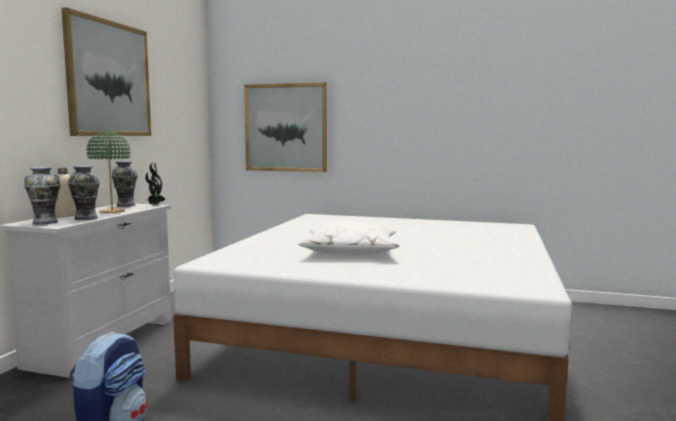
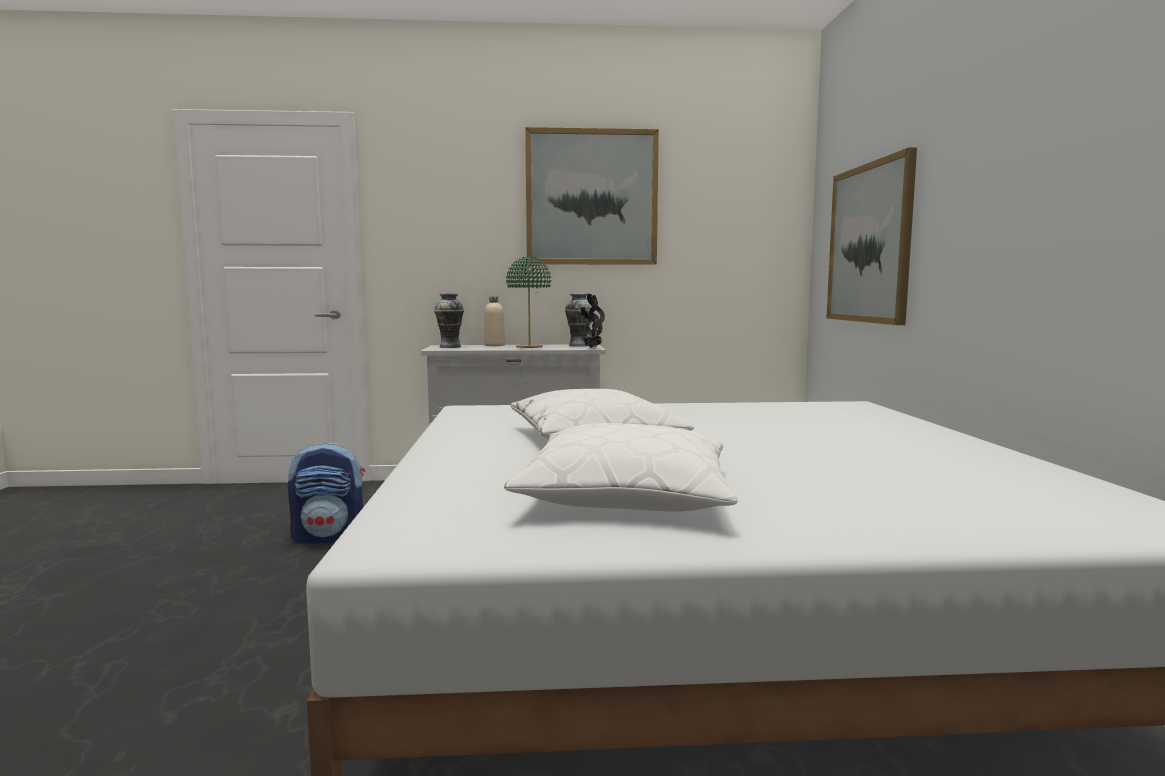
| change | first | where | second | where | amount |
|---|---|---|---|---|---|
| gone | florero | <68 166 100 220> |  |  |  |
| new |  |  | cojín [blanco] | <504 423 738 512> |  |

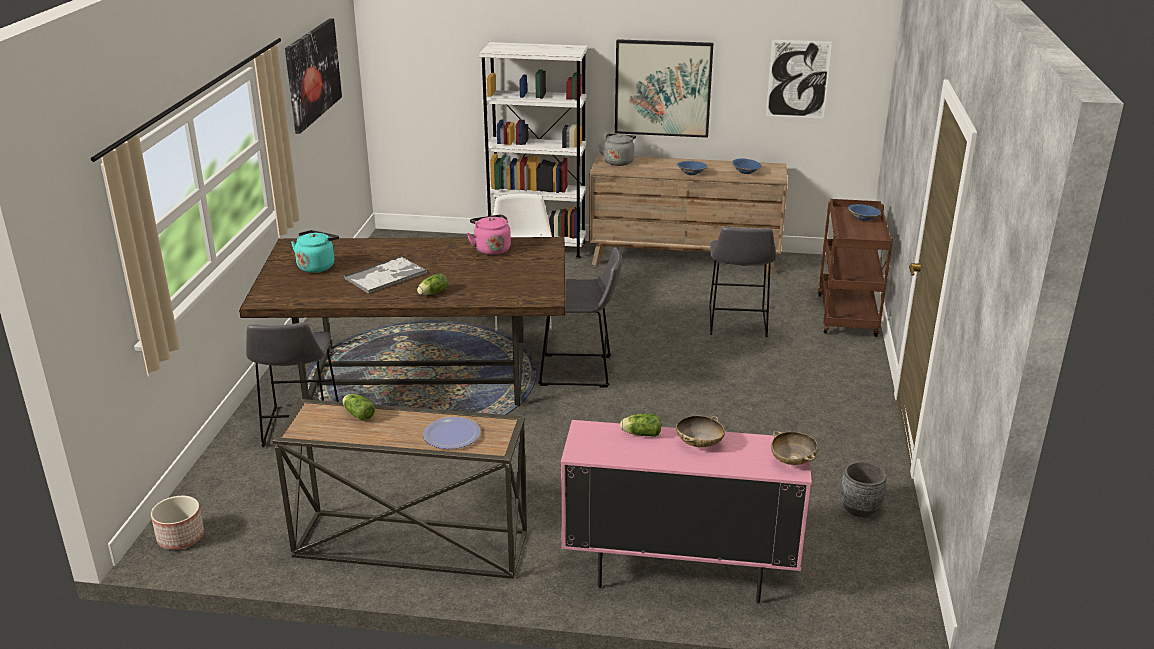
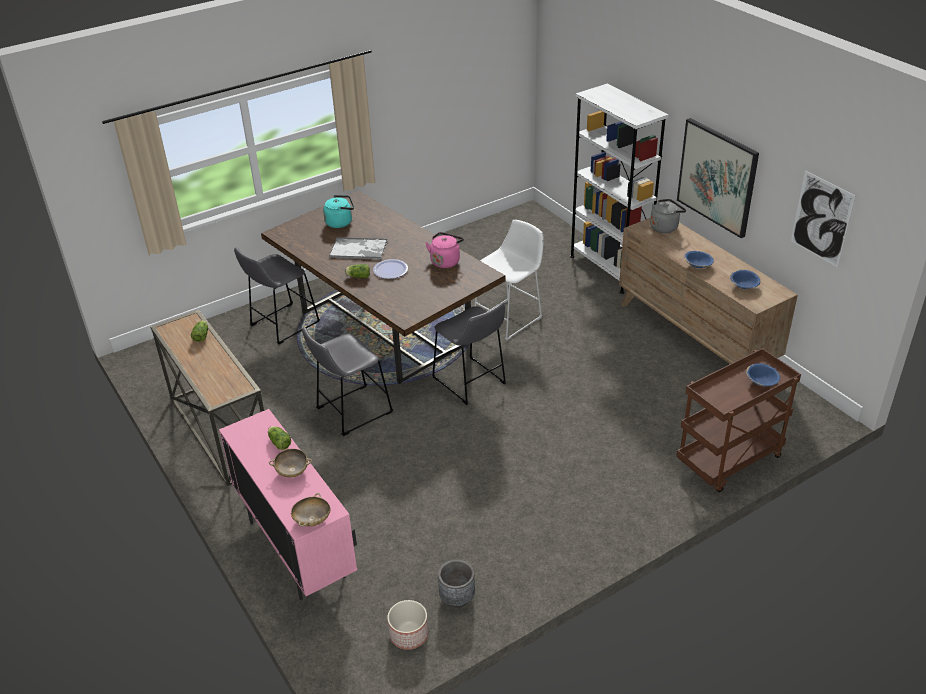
| change | first | where | second | where | amount |
|---|---|---|---|---|---|
| gone | cuadro | <285 18 342 134> |  |  |  |
| shifted | maceta | <151 496 204 550> |  | <387 600 428 650> |  |
| shifted | plato | <423 417 480 449> |  | <373 259 408 279> |  |
| shifted | taburete [gris] | <709 227 777 337> |  | <302 327 393 436> |  |

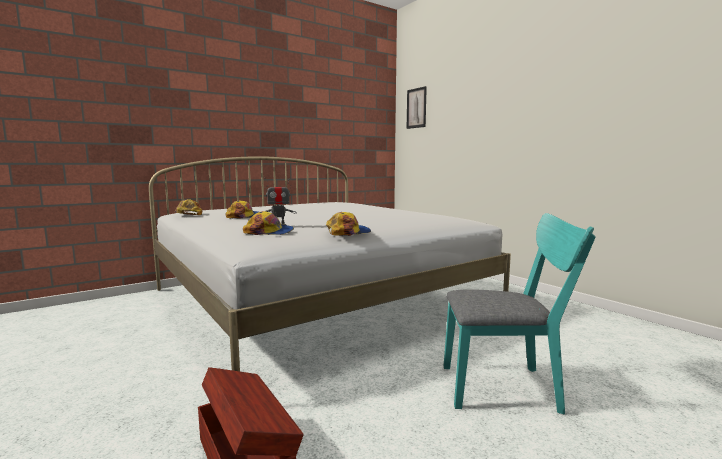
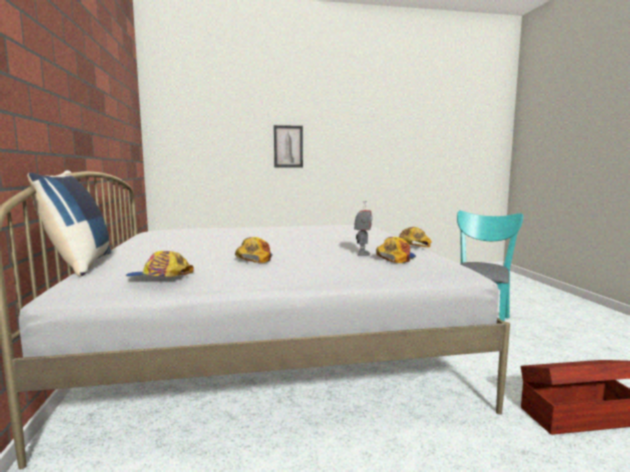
| change | first | where | second | where | amount |
|---|---|---|---|---|---|
| new |  |  | cojín [azul] | <27 170 111 277> |  |
| shifted | cuadro | <407 86 427 129> |  | <274 125 303 168> |  |

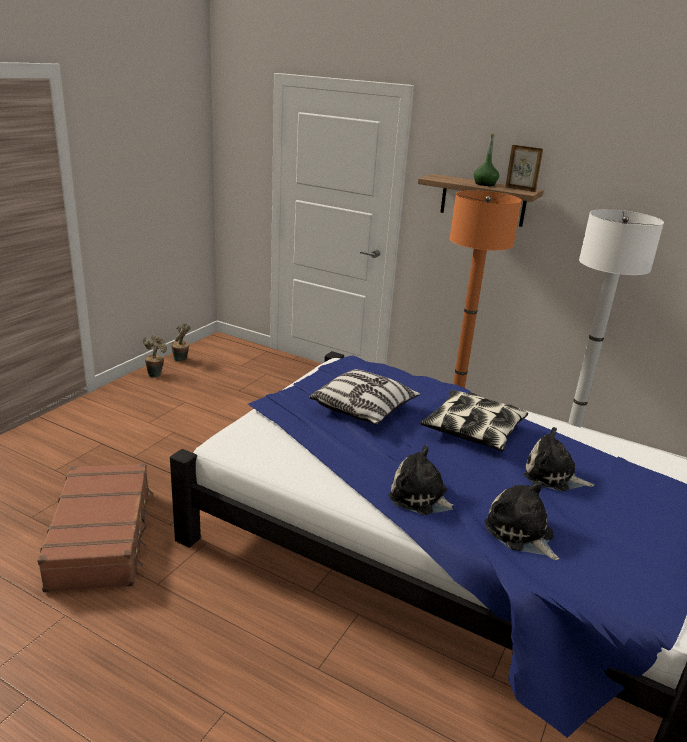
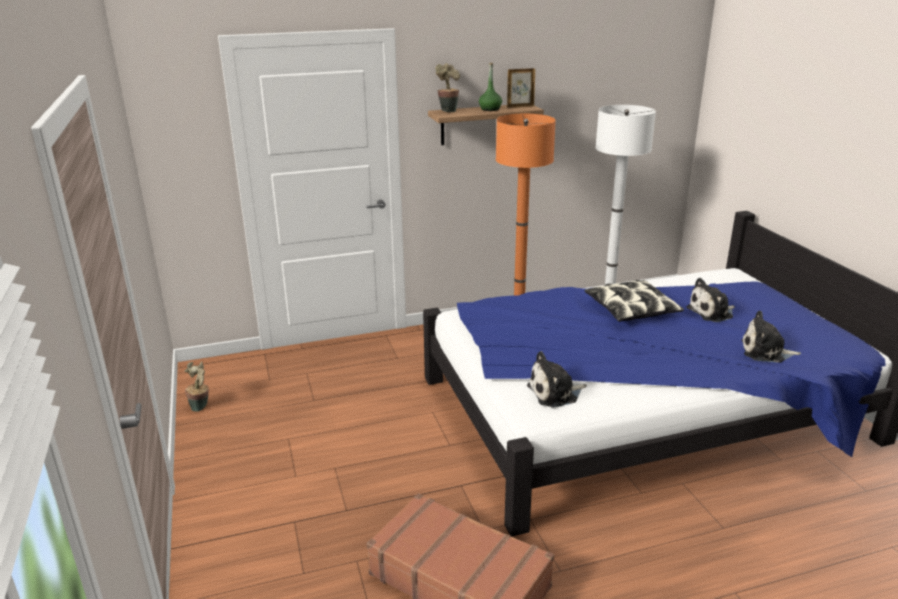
| change | first | where | second | where | amount |
|---|---|---|---|---|---|
| gone | cojín | <309 369 421 424> |  |  |  |
| shifted | planta en maceta | <143 335 167 378> |  | <435 63 460 112> |  |
| shifted | peluche | <388 445 453 515> |  | <527 351 587 407> |  |

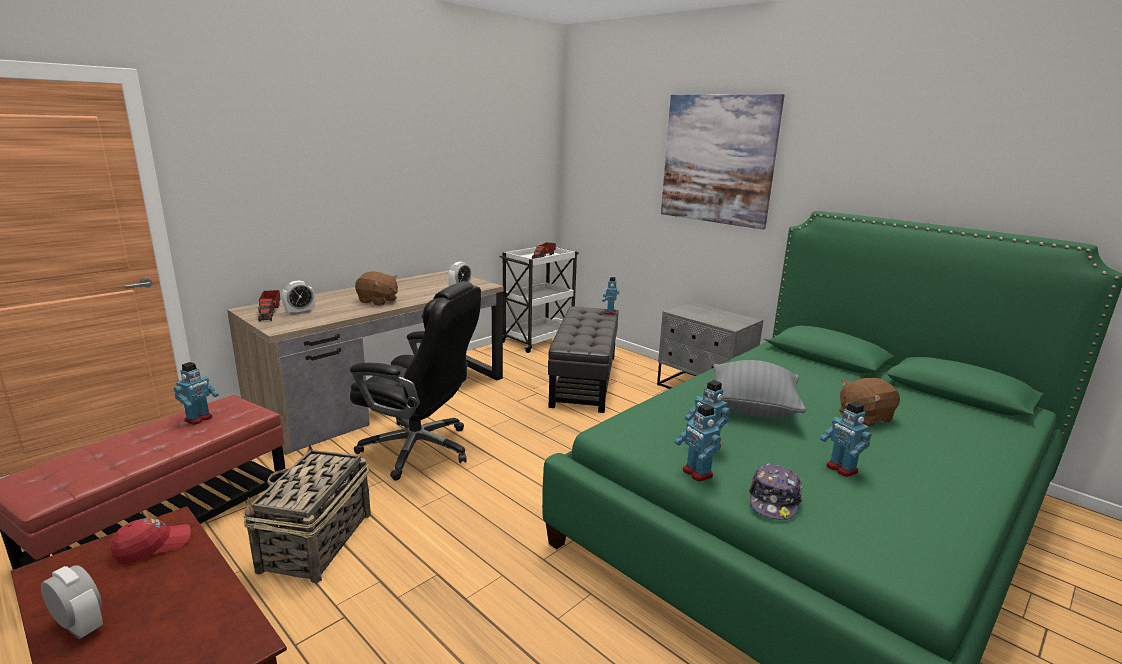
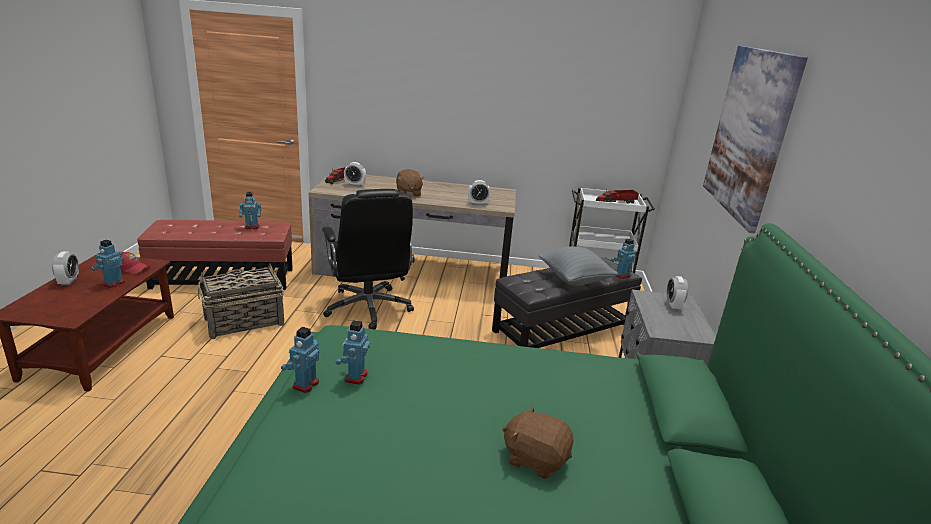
| change | first | where | second | where | amount |
|---|---|---|---|---|---|
| gone | gorra | <749 463 802 520> |  |  |  |
| new |  |  | despertador | <666 276 688 311> |  |
| shifted | cojín [gris] | <713 360 806 418> |  | <539 246 618 286> |  |
| shifted | robot de juguete | <820 401 872 477> |  | <91 239 125 288> |  |

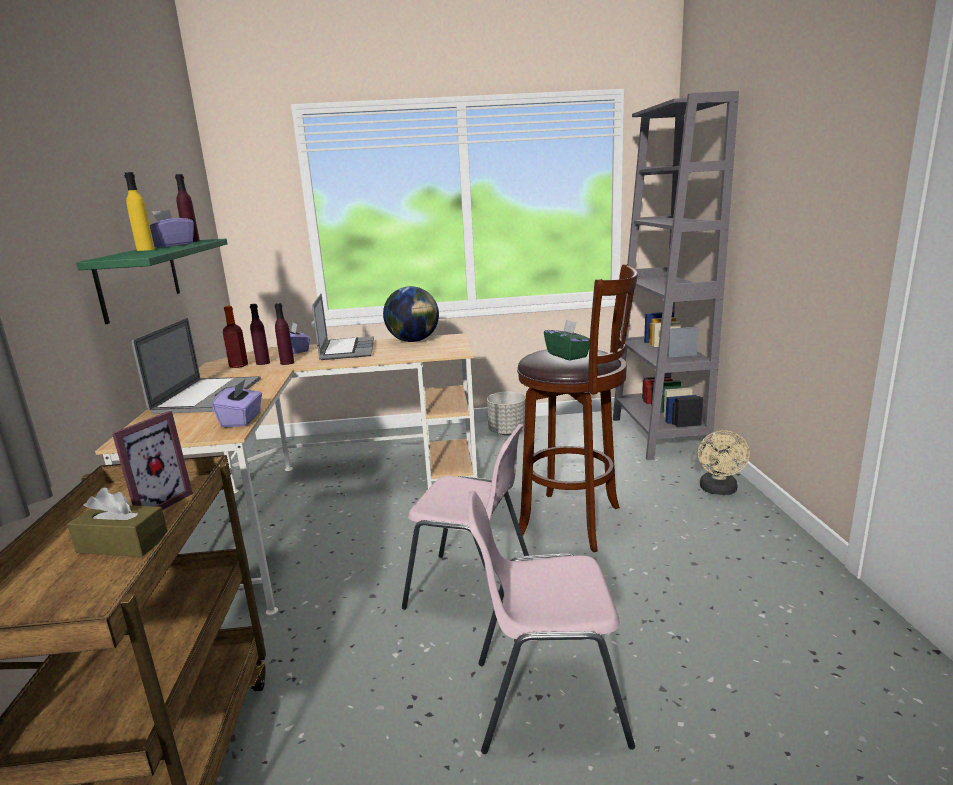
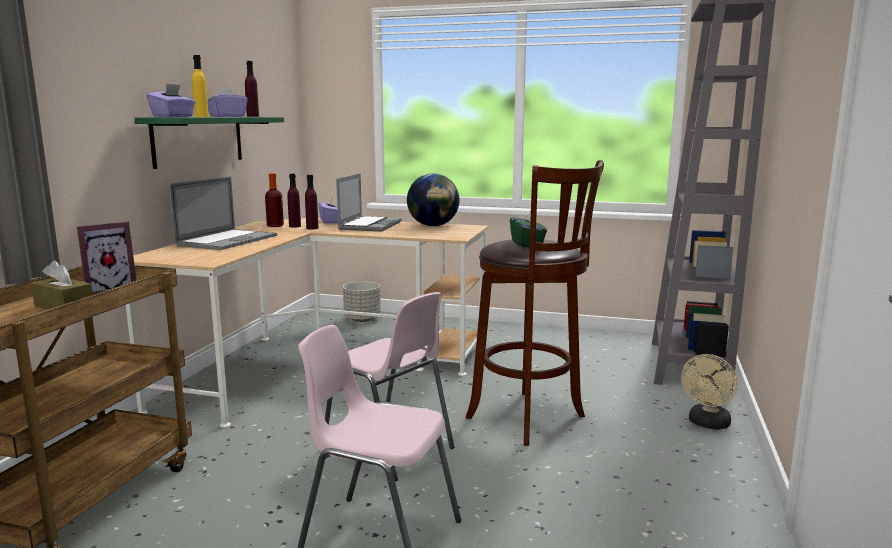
| change | first | where | second | where | amount |
|---|---|---|---|---|---|
| shifted | caja de pañuelos [morado] | <212 380 262 427> |  | <147 84 195 117> |  |
| shifted | maceta [gris] | <487 392 526 435> |  | <343 281 381 322> |  |

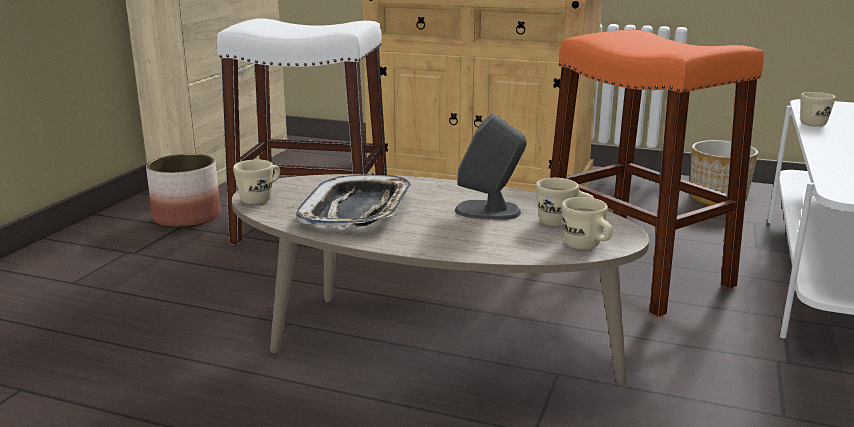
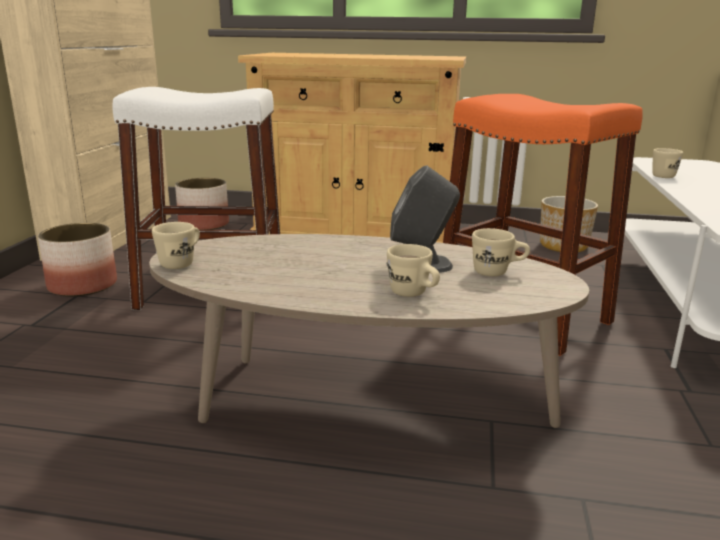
| change | first | where | second | where | amount |
|---|---|---|---|---|---|
| gone | bandeja | <296 174 411 226> |  |  |  |
| new |  |  | maceta | <175 178 229 230> |  |
| shifted | taza grande [beis] | <562 197 613 250> |  | <387 244 440 297> |  |

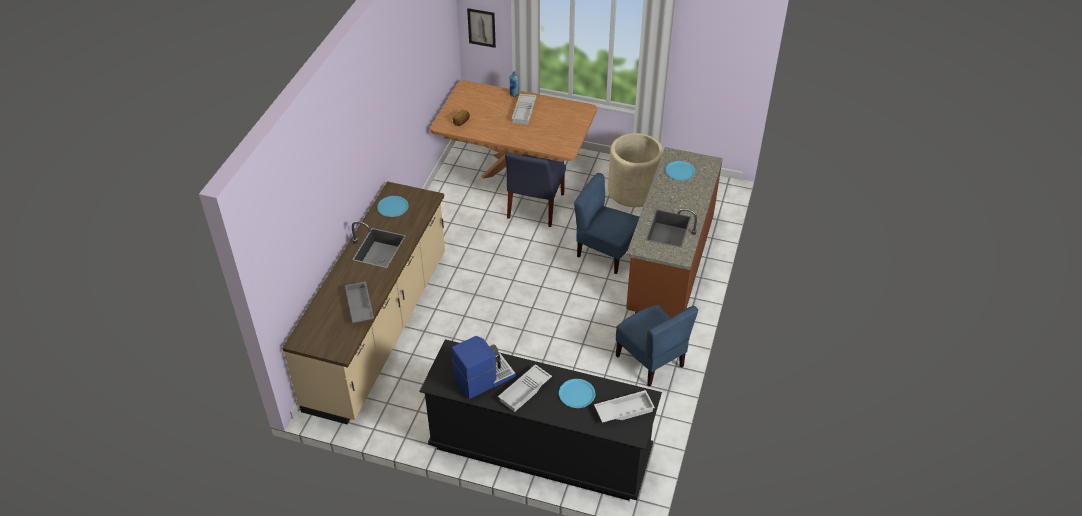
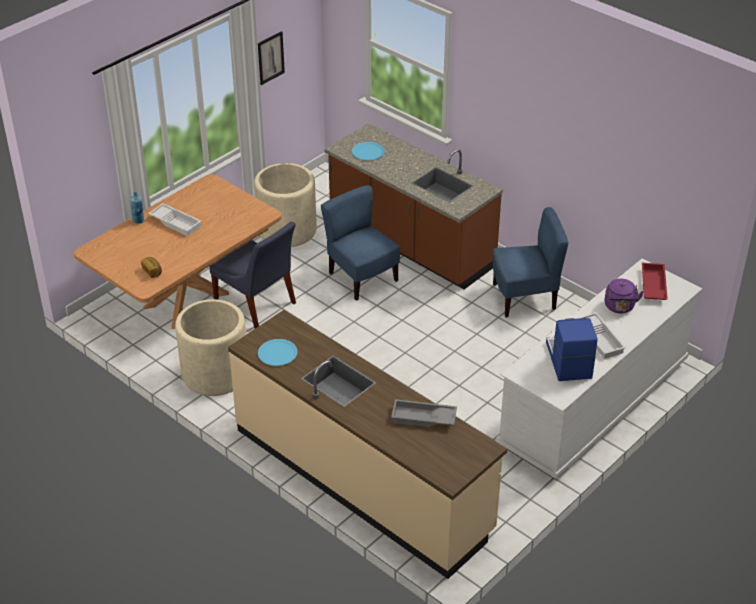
| change | first | where | second | where | amount |
|---|---|---|---|---|---|
| new |  |  | maceta [beis] | <175 299 246 396> |  |
| shifted | cuadro | <467 8 496 48> |  | <258 31 285 85> |  |
| swapped | plato [azul] | <559 379 595 408> | hervidor [morado] | <605 279 644 314> |  |
| repainted | cómoda [negro] | <420 339 662 501> | cómoda [blanco] | <496 259 702 479> |  |
| repainted | bandeja [blanco] | <594 390 655 423> | bandeja [rojo] | <642 263 668 300> |  |
| rotated | silla [azul] | <574 173 639 274> |  | <321 185 400 300> | 90 degrees clockwise |

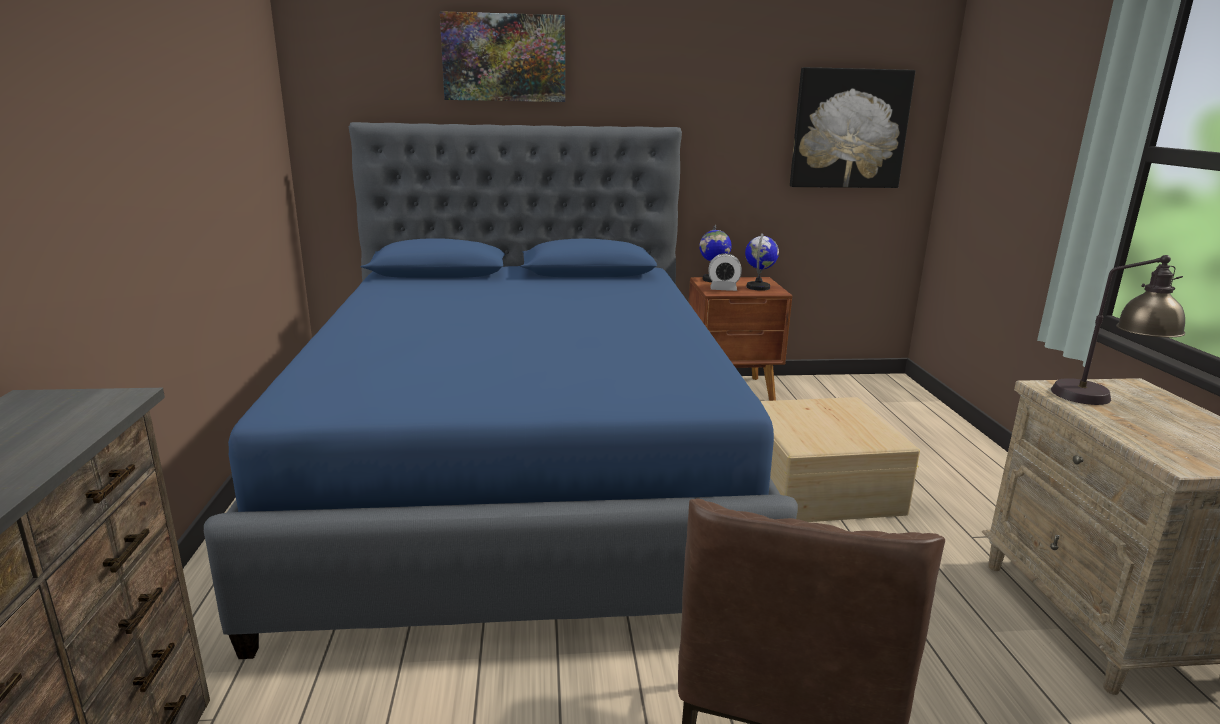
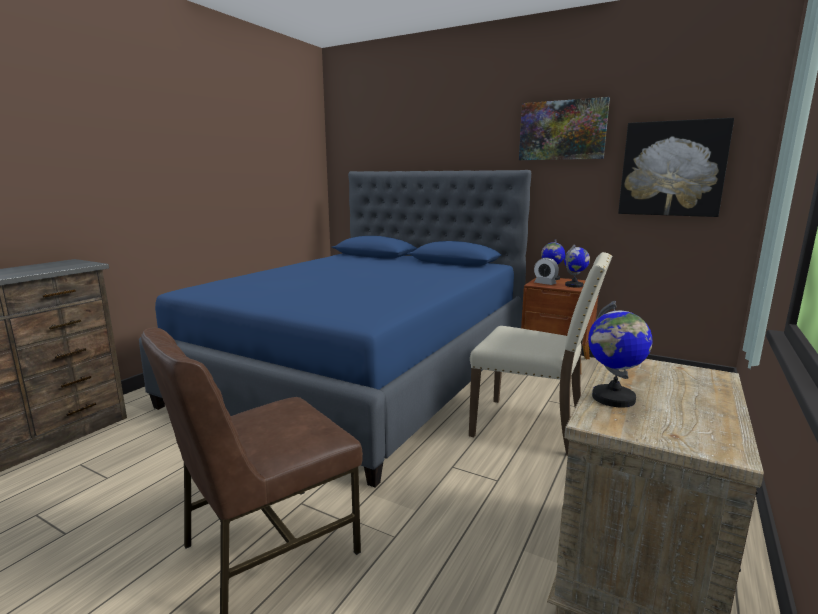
| change | first | where | second | where | amount |
|---|---|---|---|---|---|
| gone | lámpara de mesa | <1051 255 1185 405> |  |  |  |
| new |  |  | globo terráqueo | <588 301 653 408> |  |
| shifted | cuadro | <440 11 565 102> |  | <519 97 610 160> |  |
| swapped | caja de almacenaje [beis] | <760 397 920 522> | silla [beis] | <469 252 612 456> |  |

